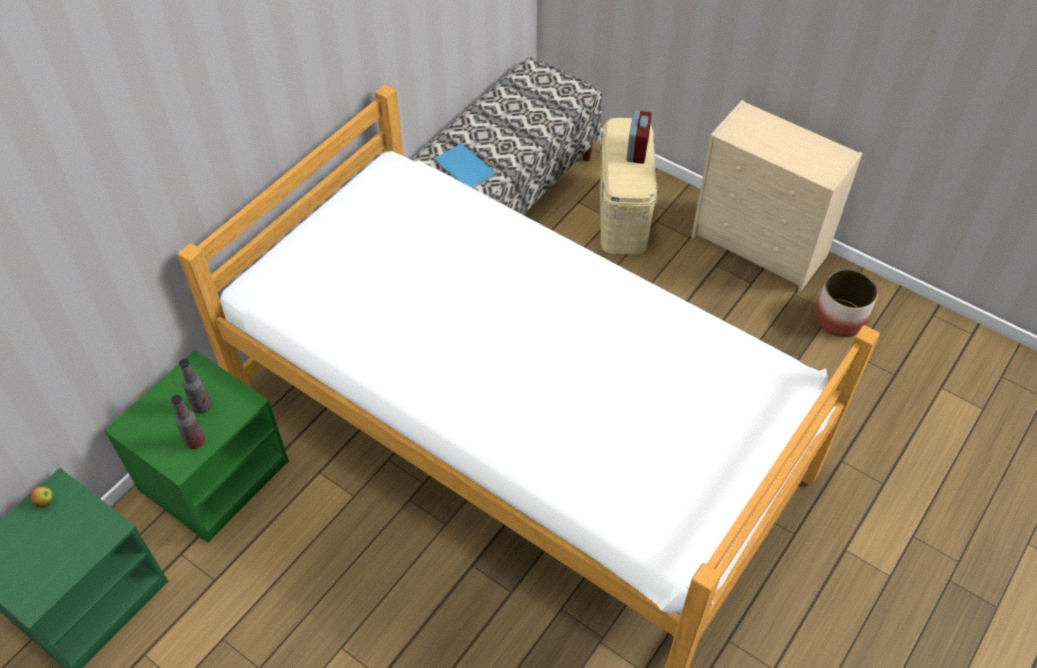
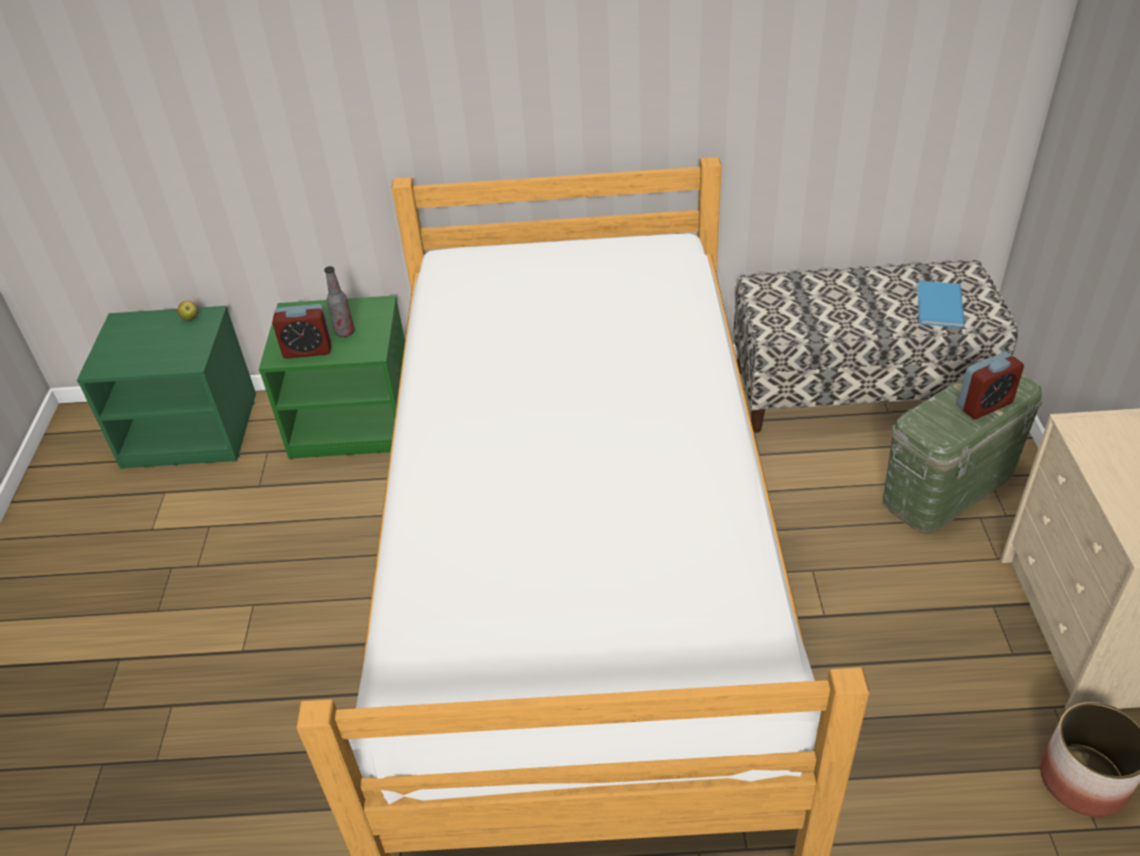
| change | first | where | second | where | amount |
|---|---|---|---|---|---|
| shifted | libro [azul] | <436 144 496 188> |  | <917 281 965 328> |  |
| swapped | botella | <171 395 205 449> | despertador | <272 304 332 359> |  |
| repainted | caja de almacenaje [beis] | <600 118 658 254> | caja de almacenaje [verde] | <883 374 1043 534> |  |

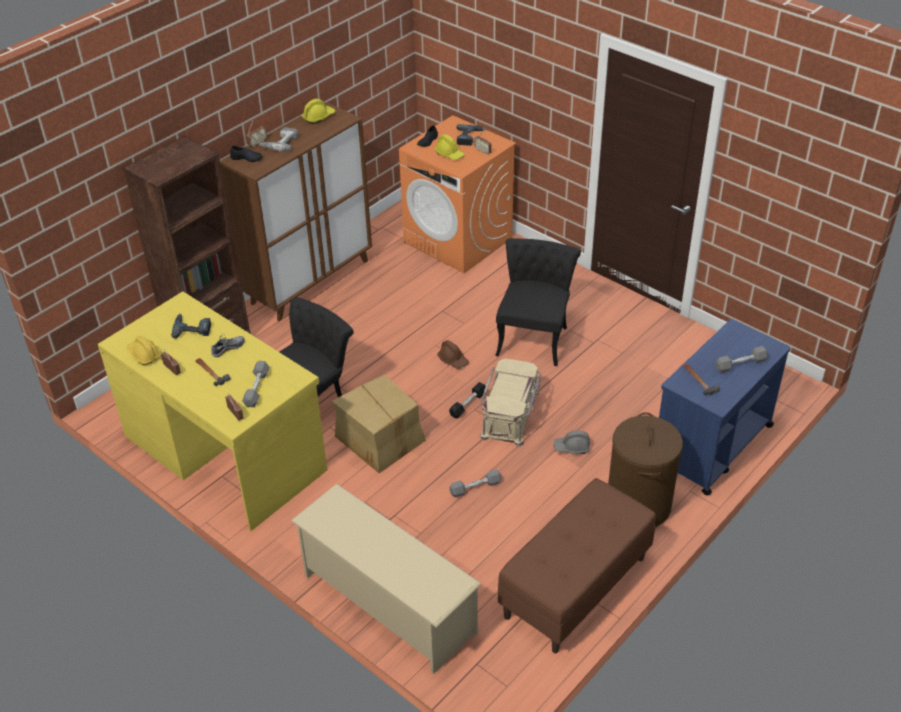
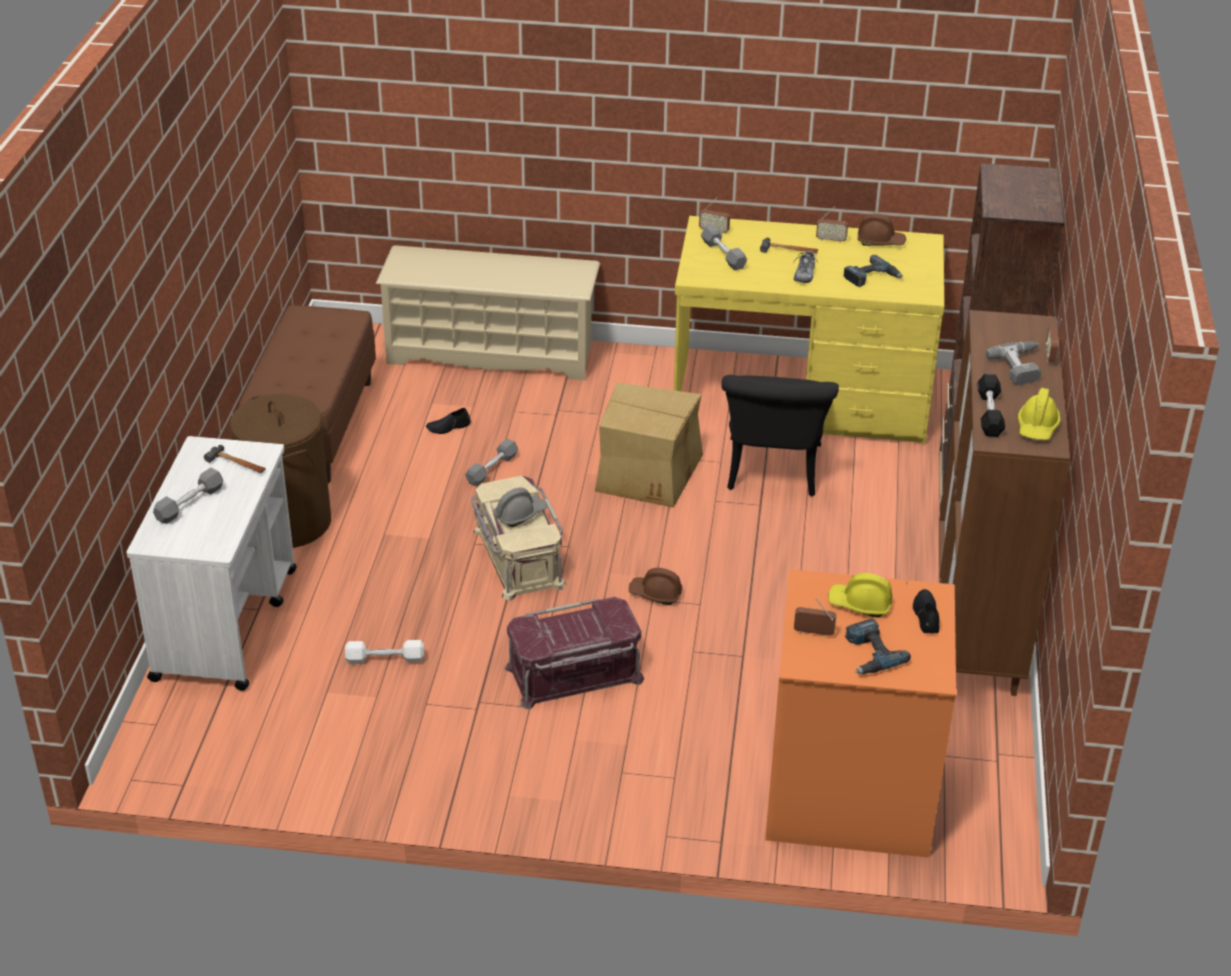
| change | first | where | second | where | amount |
|---|---|---|---|---|---|
| new |  |  | mancuerna [blanco] | <345 640 424 664> |  |
| shifted | zapato [negro] | <230 146 263 162> |  | <426 408 471 434> |  |
| shifted | mancuerna [negro] | <449 382 486 418> |  | <977 374 1005 437> |  |
| shifted | casco [gris] | <554 430 590 454> |  | <493 488 547 527> |  |
| swapped | silla [negro] | <495 238 581 366> | caja de almacenaje [rojo] | <505 597 644 710> |  |
| repainted | casco [amarillo] | <127 336 161 365> | casco [marrón] | <858 214 906 246> |  |
| repainted | carrito [azul] | <659 319 791 495> | carrito [blanco] | <126 436 297 691> |  |

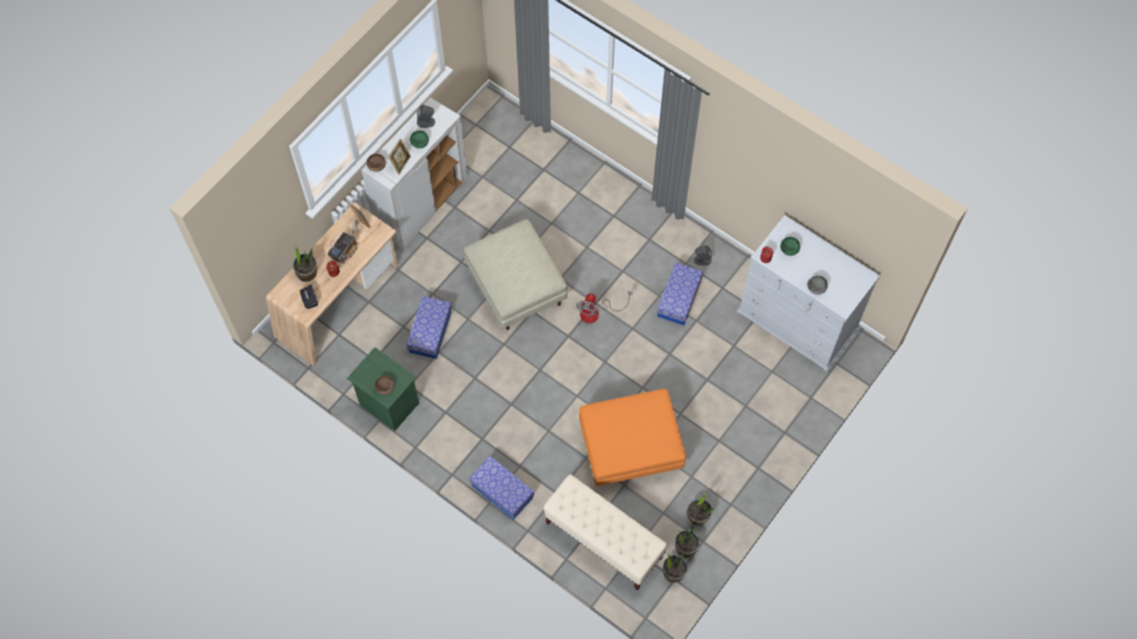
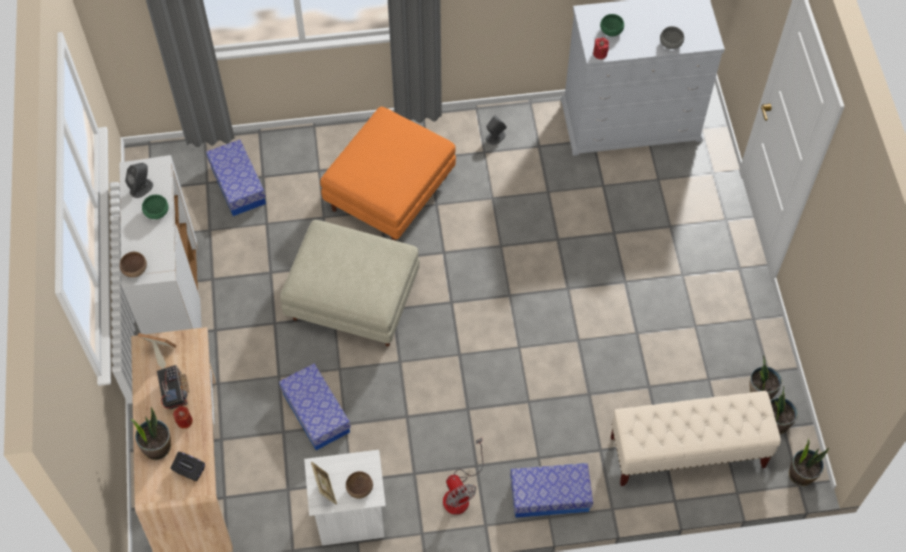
| change | first | where | second | where | amount |
|---|---|---|---|---|---|
| shifted | portarretratos | <388 138 411 175> |  | <311 462 337 504> |  |
| shifted | ventilador | <576 291 633 323> |  | <443 438 483 515> |  |
| shifted | puf [naranja] | <579 389 686 486> |  | <320 107 456 241> |  |
| shifted | caja de almacenaje | <657 262 703 325> |  | <206 140 266 216> |  |
| shifted | planta en maceta | <687 493 713 525> |  | <789 439 829 486> |  |
| repainted | mesita de noche [verde] | <347 347 420 431> | mesita de noche [blanco] | <304 450 386 546> |  |

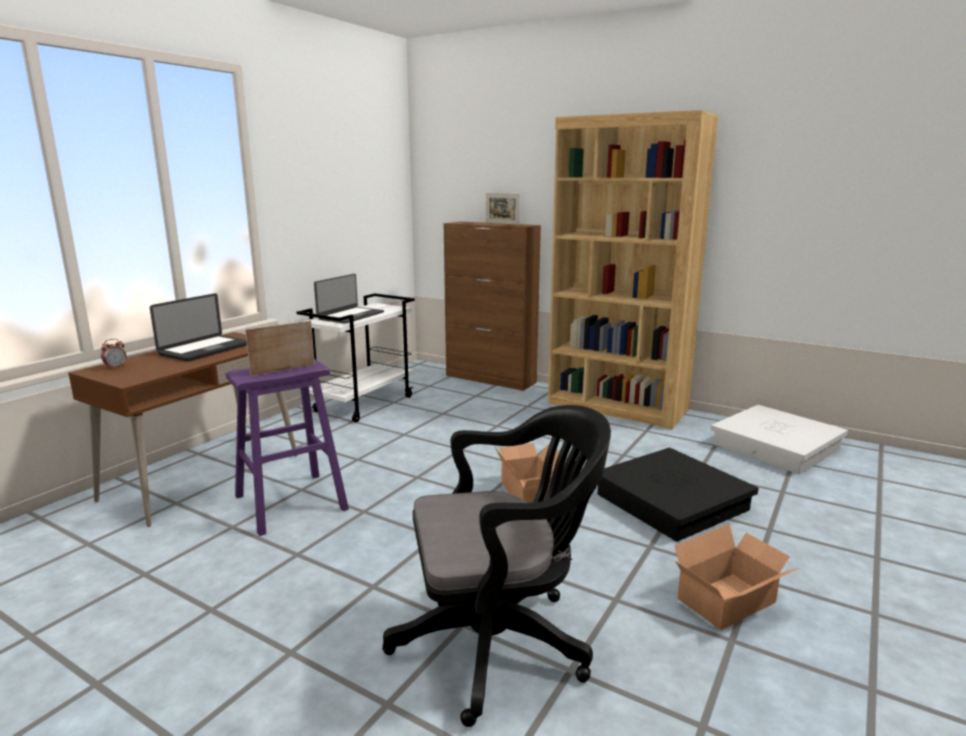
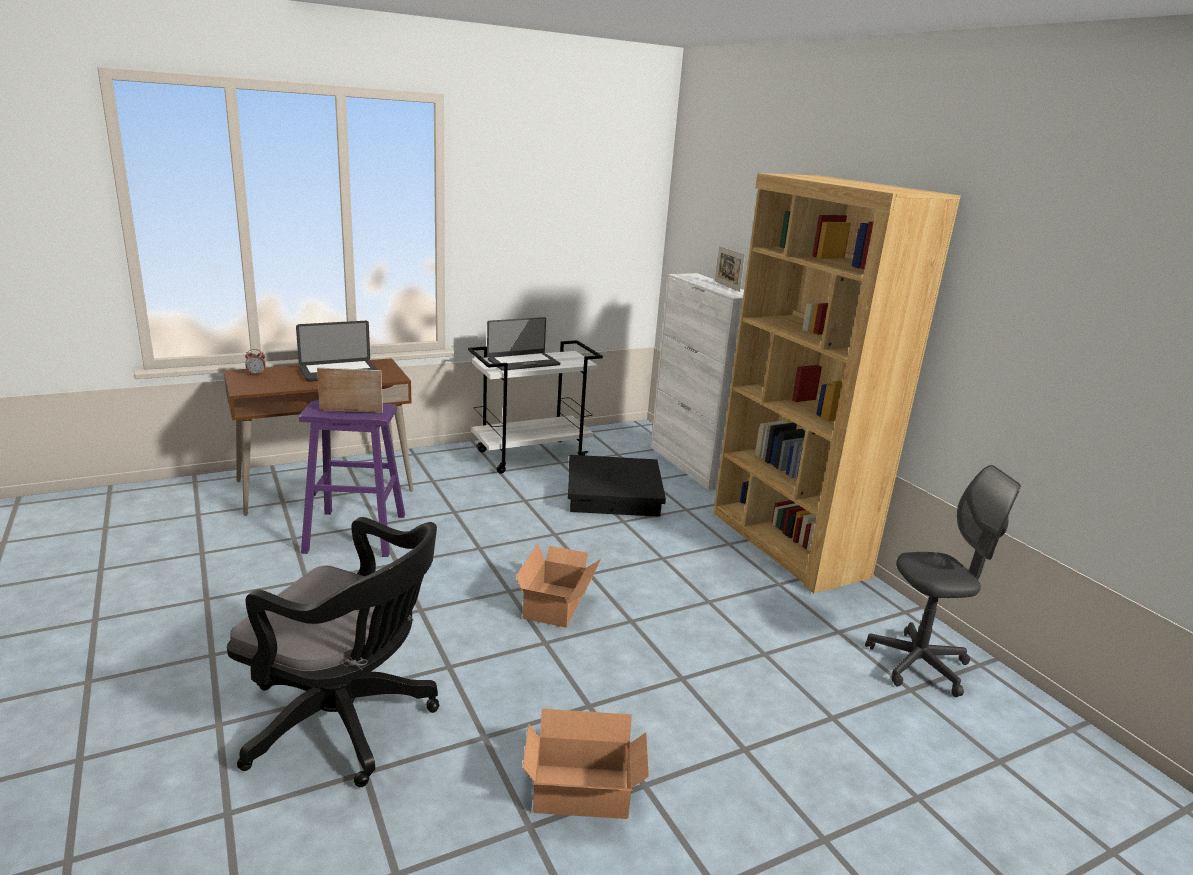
| change | first | where | second | where | amount |
|---|---|---|---|---|---|
| shifted | caja de almacenaje [negro] | <598 448 758 542> |  | <568 455 666 517> |  |
| swapped | caja de almacenaje [blanco] | <711 405 848 474> | silla de oficina [gris] | <865 465 1021 697> |  |
| repainted | armario [marrón] | <443 222 541 391> | armario [blanco] | <651 273 744 490> |  |

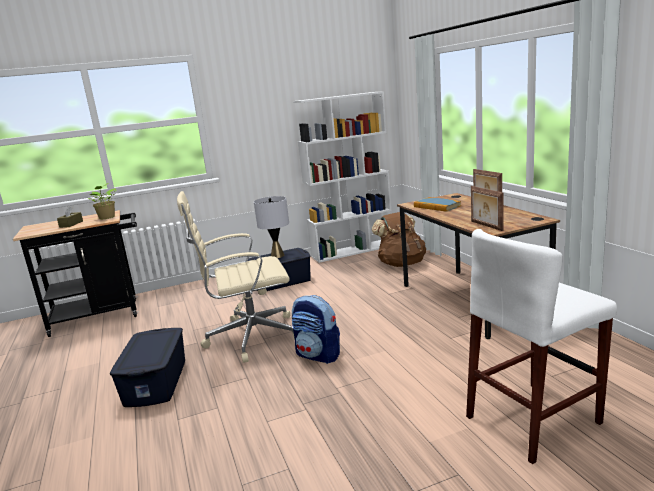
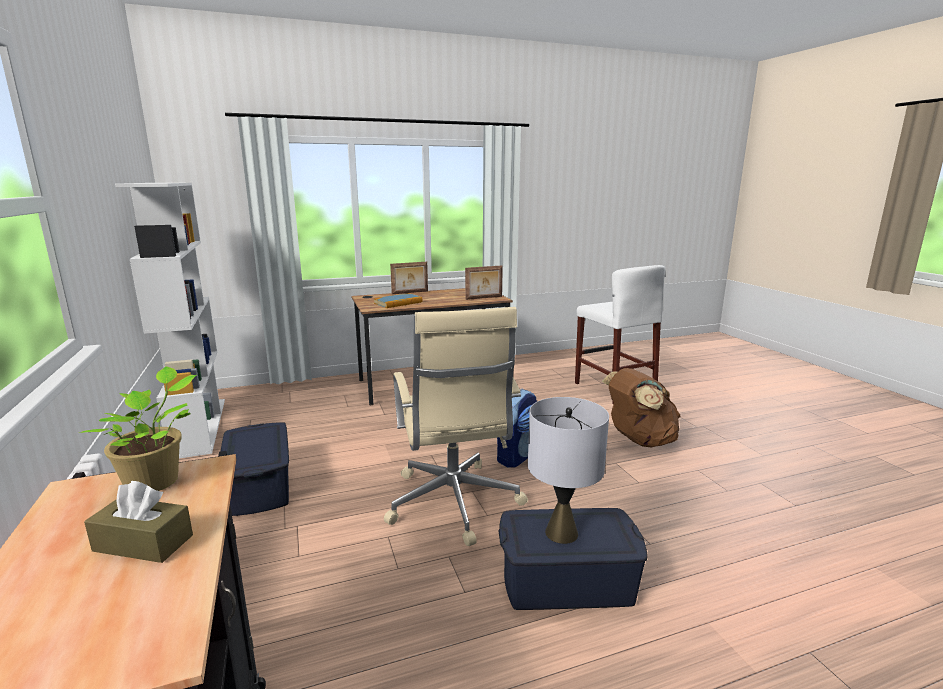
| change | first | where | second | where | amount |
|---|---|---|---|---|---|
| shifted | lámpara de mesa [gris] | <254 196 289 258> |  | <528 397 609 544> |  |
| shifted | mochila [marrón] | <372 212 426 267> |  | <602 368 680 448> |  |

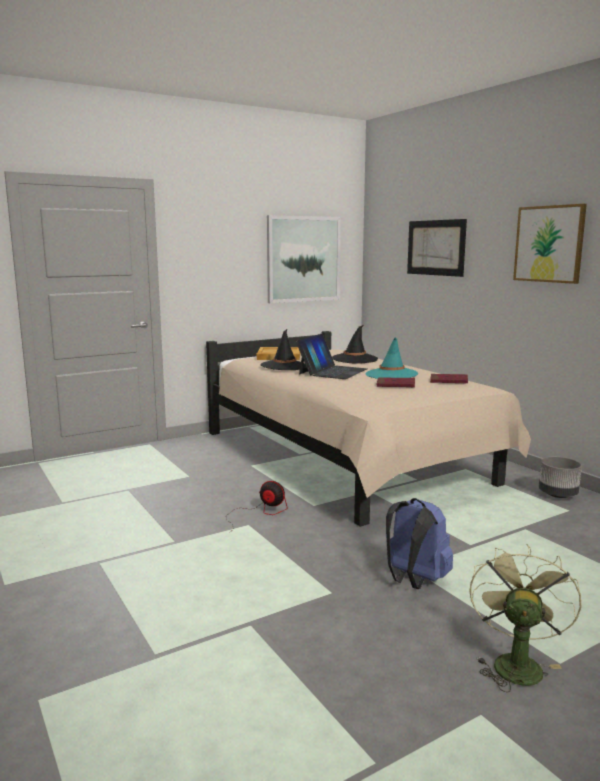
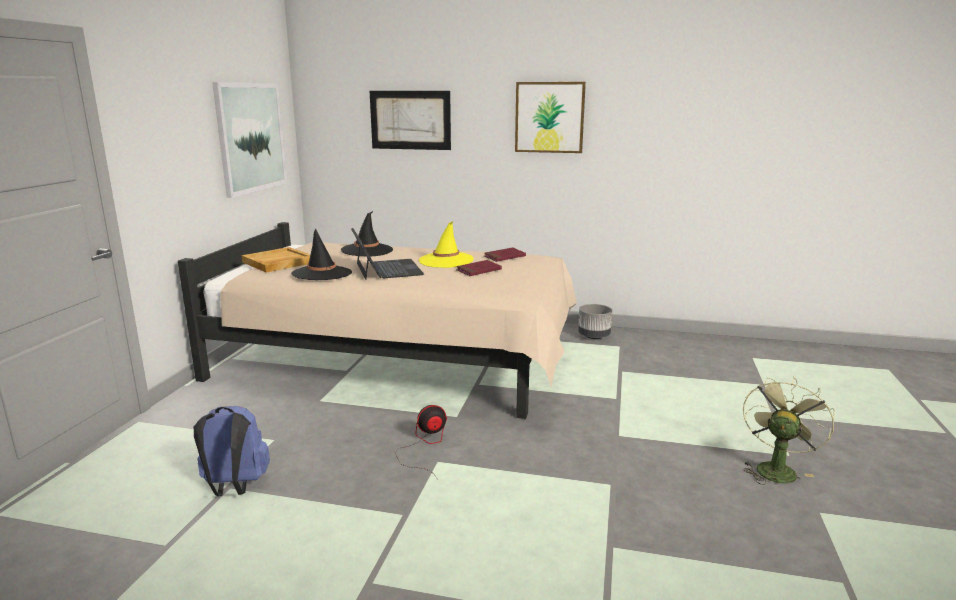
| change | first | where | second | where | amount |
|---|---|---|---|---|---|
| shifted | mochila [azul] | <386 498 453 589> |  | <194 406 270 496> |  |
| repainted | sombrero [turquesa] | <366 337 418 379> | sombrero [amarillo] | <419 221 474 268> |  |
| rotated | ventilador [verde] | <470 544 581 693> |  | <743 376 835 485> | 60 degrees clockwise |

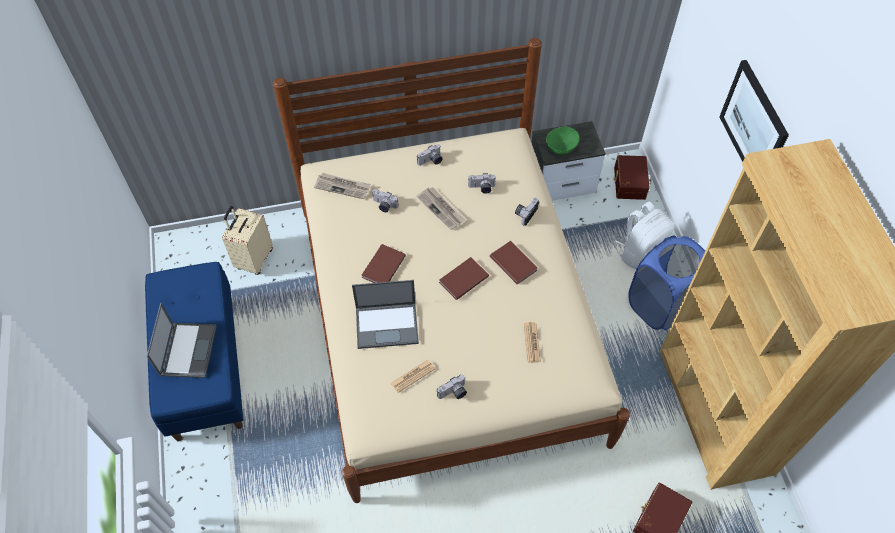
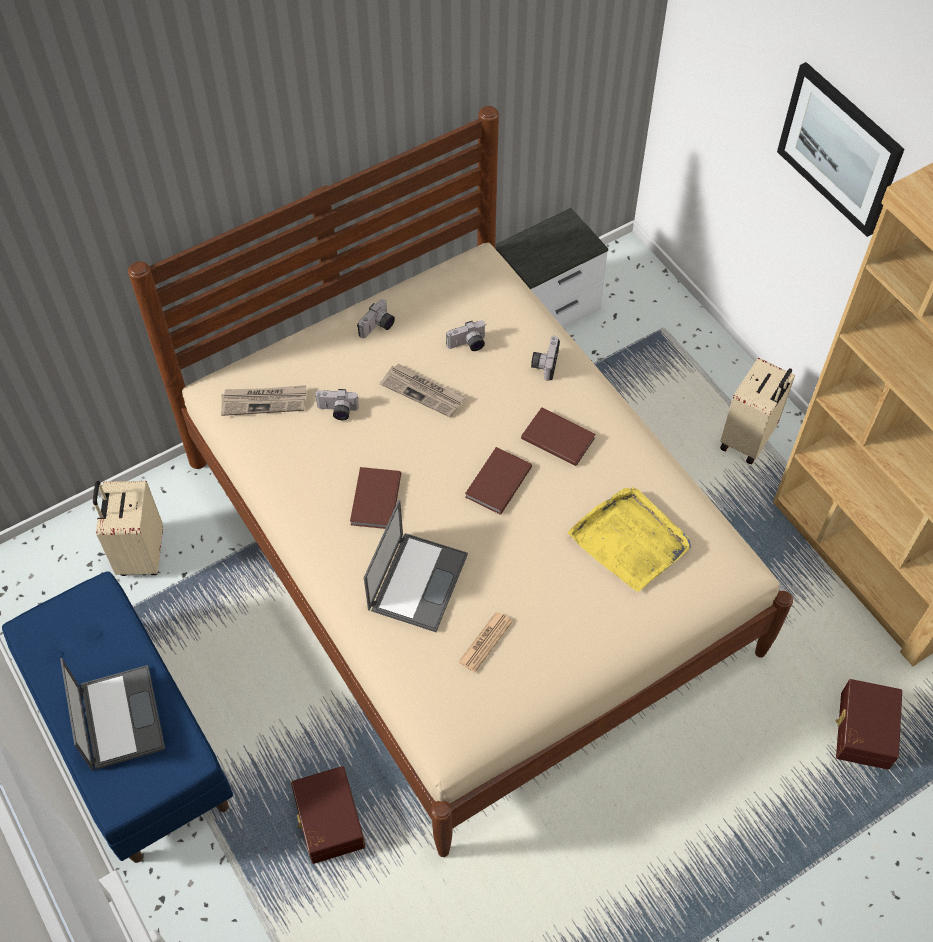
| change | first | where | second | where | amount |
|---|---|---|---|---|---|
| gone | cámara | <437 375 467 399> |  |  |  |
| gone | cuenco [verde] | <546 127 579 155> |  |  |  |
| gone | mochila [blanco] | <615 201 674 269> |  |  |  |
| shifted | caja de almacenaje [marrón] | <613 155 650 200> |  | <291 766 365 864> |  |
| swapped | periódico | <524 322 541 363> | bandeja [amarillo] | <568 487 691 592> |  |
| swapped | cesto de la ropa [azul] | <628 235 705 330> | maleta [beis] | <720 358 795 464> |  |
| rotated | portátil | <352 280 419 349> |  | <364 500 468 632> | 45 degrees counterclockwise |

